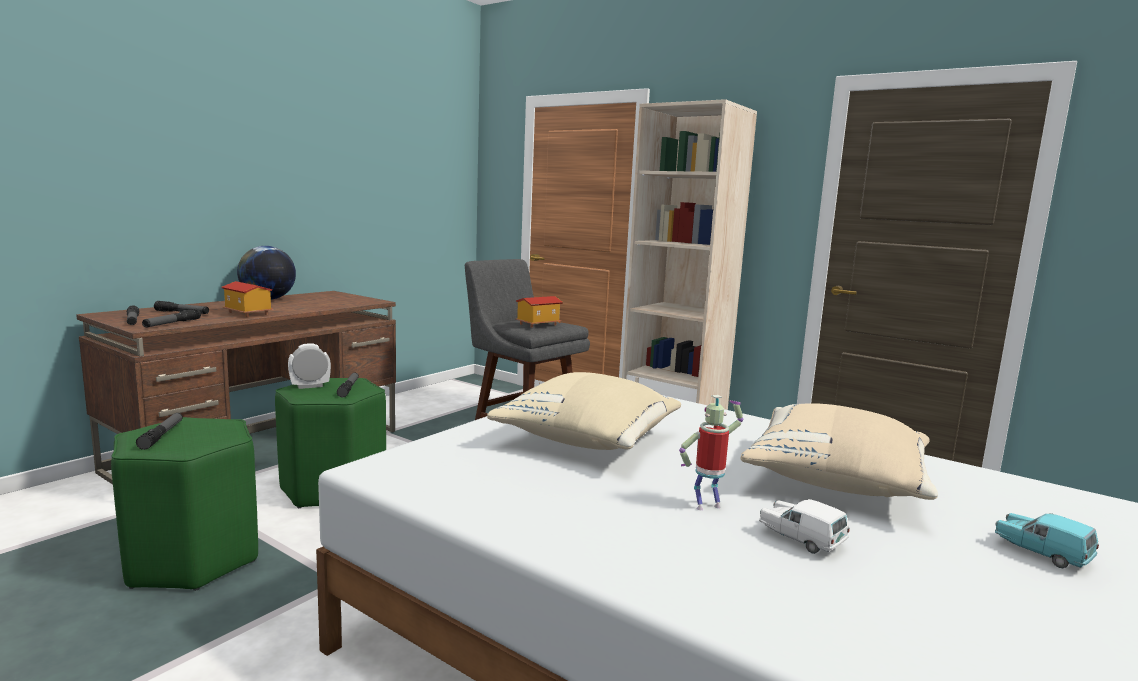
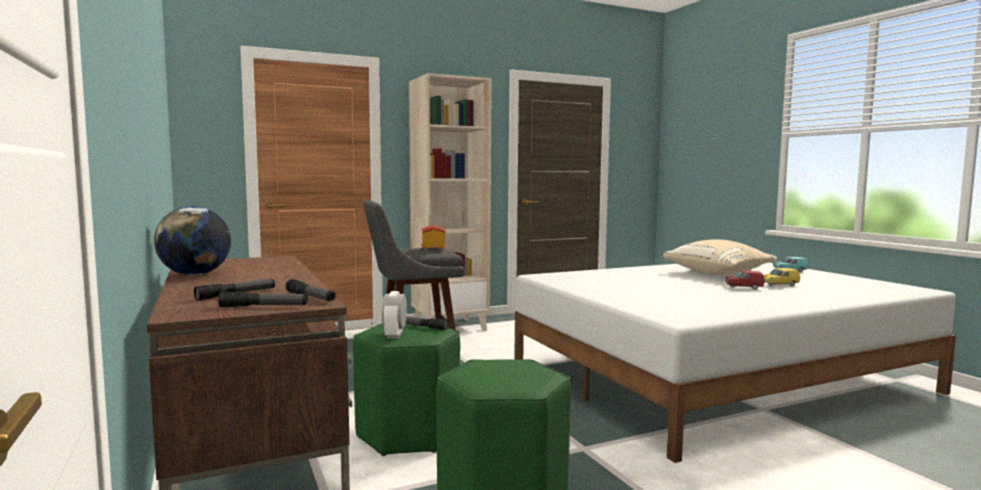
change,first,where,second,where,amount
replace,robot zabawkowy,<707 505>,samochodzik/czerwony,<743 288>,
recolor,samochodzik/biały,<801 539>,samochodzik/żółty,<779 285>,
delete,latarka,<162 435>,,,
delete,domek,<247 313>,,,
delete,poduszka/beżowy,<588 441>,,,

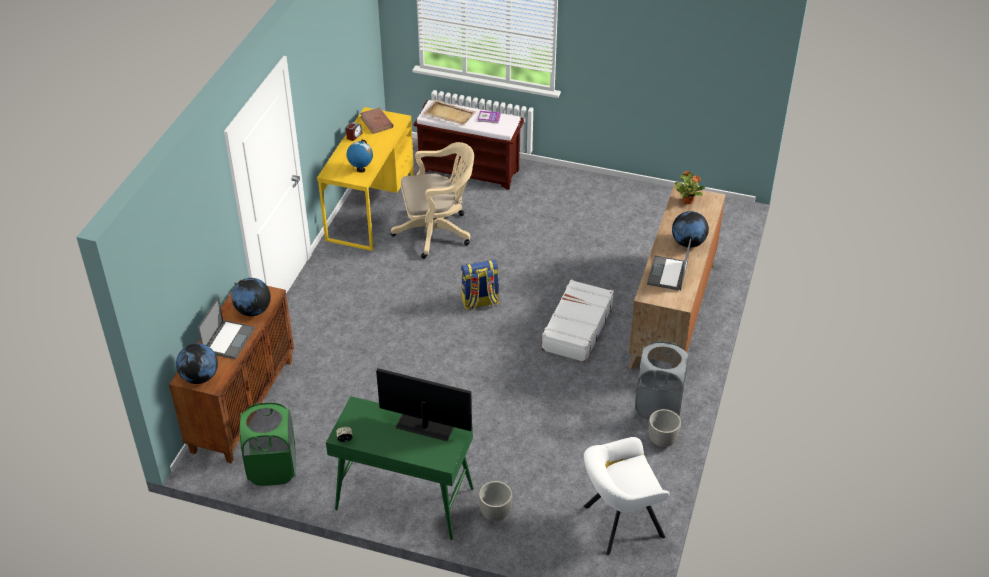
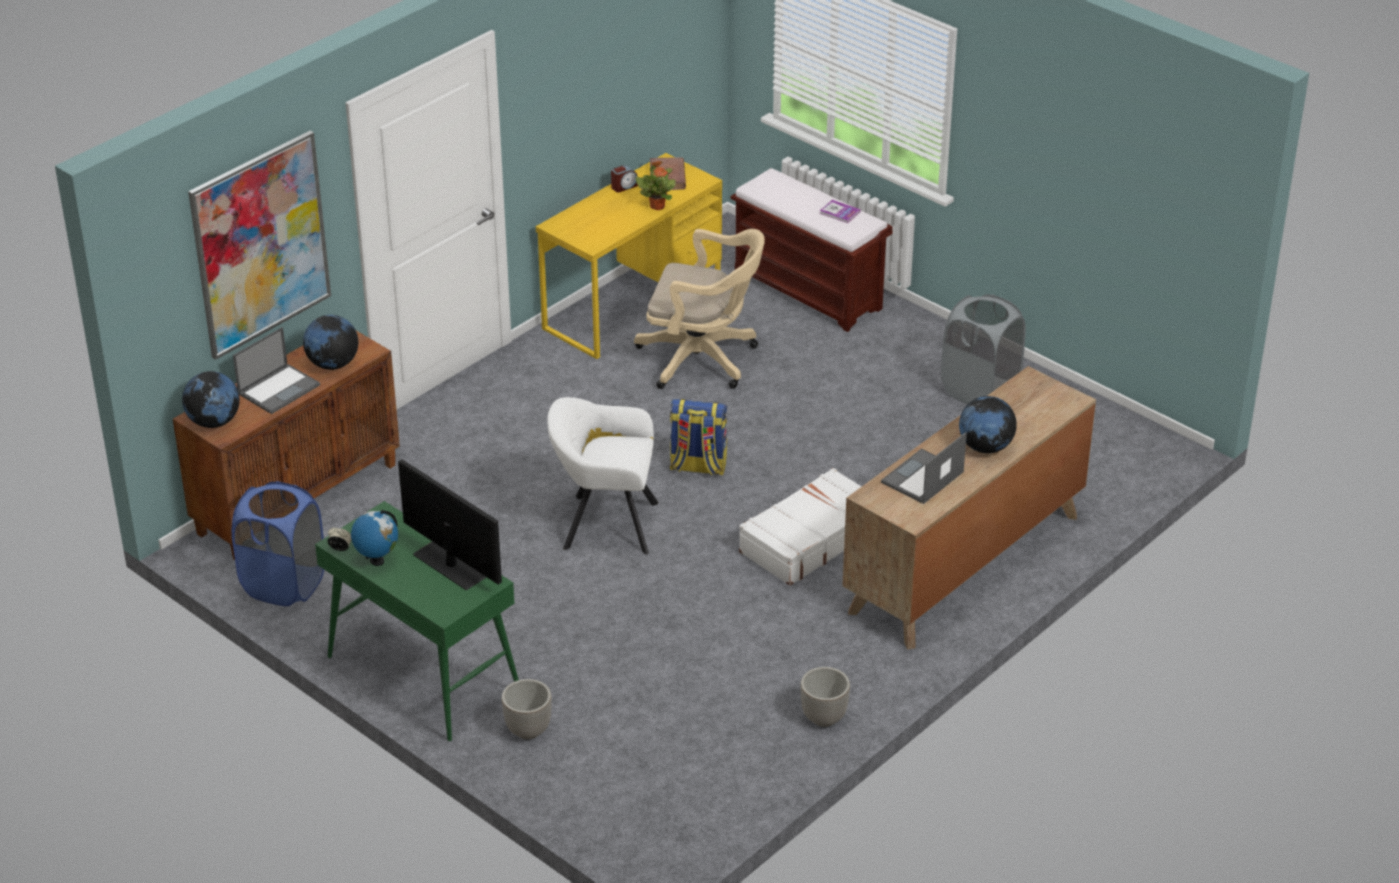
change,first,where,second,where,amount
insert,,,obraz,<260 244>,
recolor,kosz na pranie/zielony,<273 468>,kosz na pranie/niebieski,<284 584>,
move,globus,<361 170>,,<377 561>,
move,fotel/biały,<619 522>,,<605 523>,
move,roślina doniczkowa,<687 201>,,<657 206>,
move,kosz na pranie/szary,<658 406>,,<980 390>,
delete,taca/beżowy,<449 114>,,,

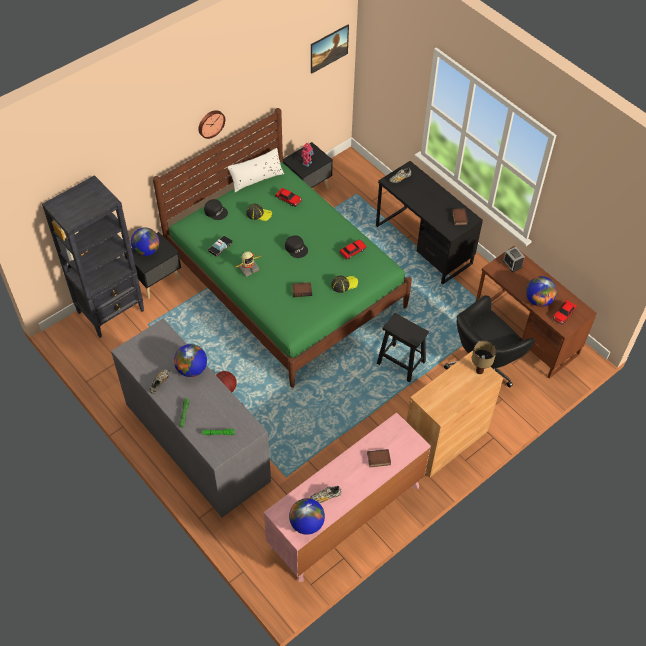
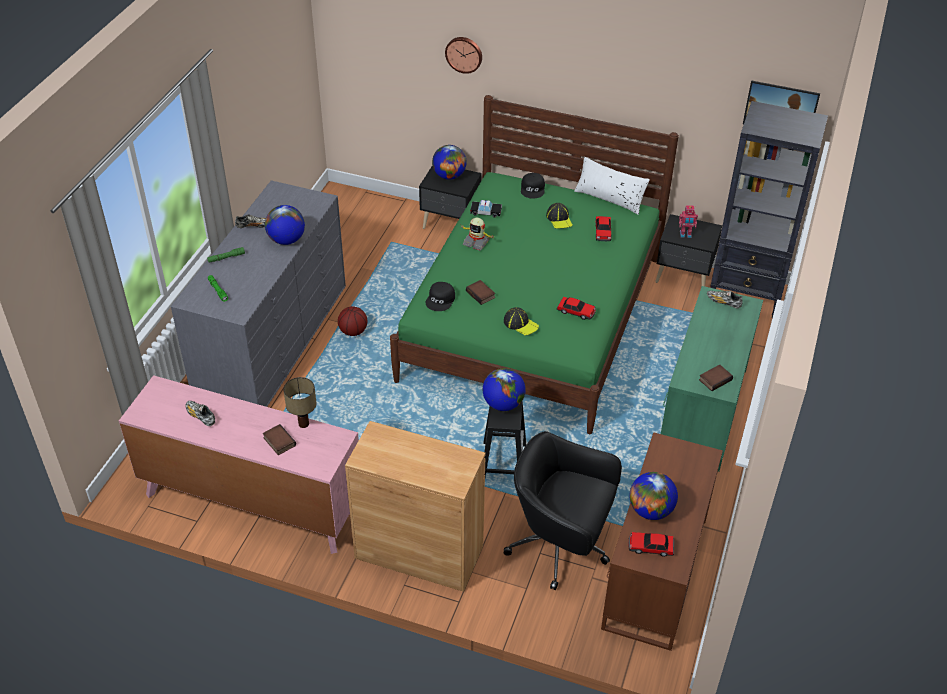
change,first,where,second,where,amount
move,lampa stołowa,<479 370>,,<304 424>,
move,czapka z daszkiem/czarny,<296 248>,,<441 300>,
move,zegar ścienny,<210 123>,,<464 54>,
move,globus,<307 523>,,<503 404>,
recolor,biurko/czarny,<423 245>,biurko/zielony,<702 411>,
move,regał/czarny,<111 311>,,<746 295>,
delete,budzik,<512 264>,,,

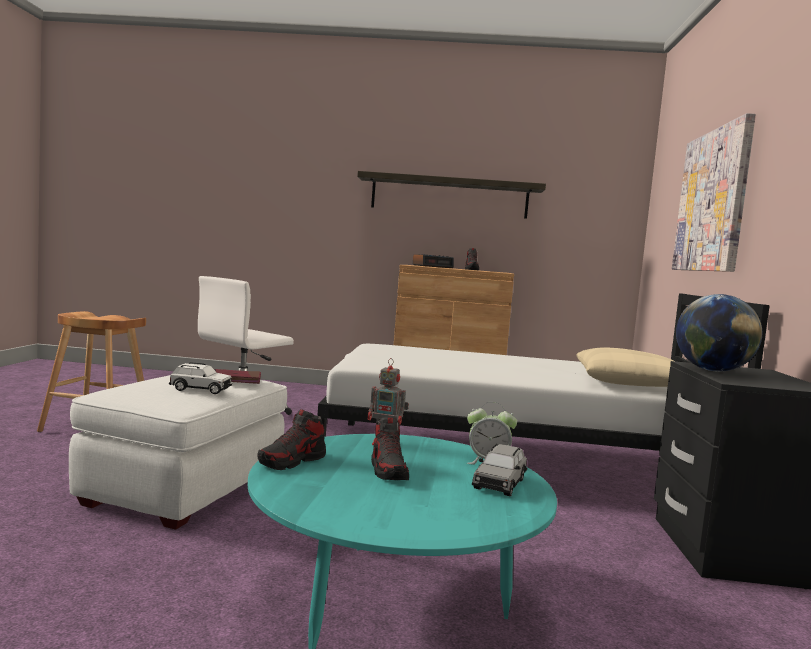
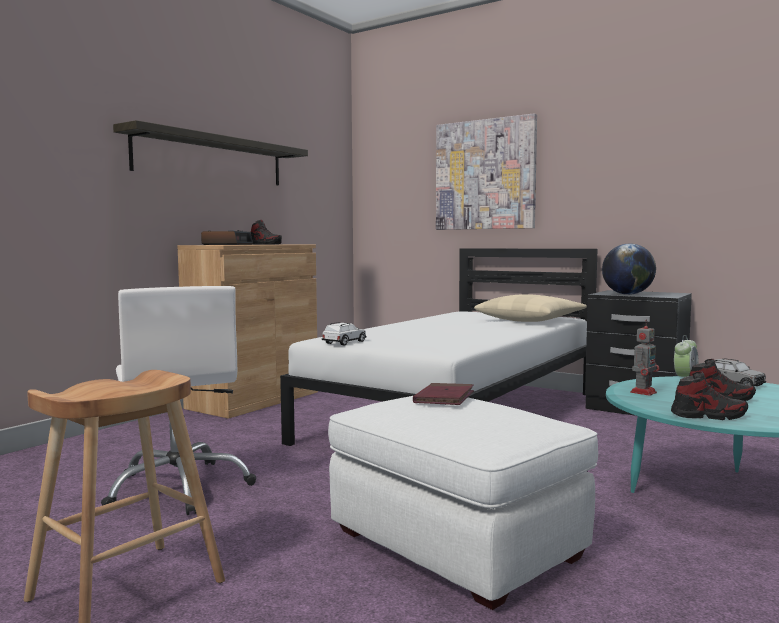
change,first,where,second,where,amount
move,samochodzik/biały,<200 389>,,<344 342>,
rotate,but,<292 461>,,<708 416>,60 degrees counterclockwise

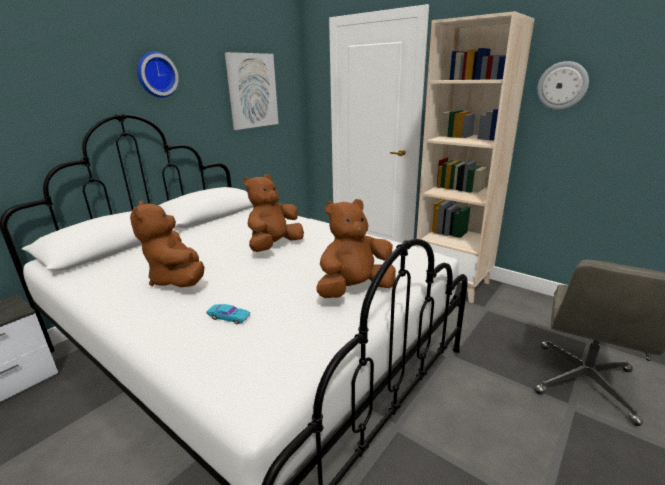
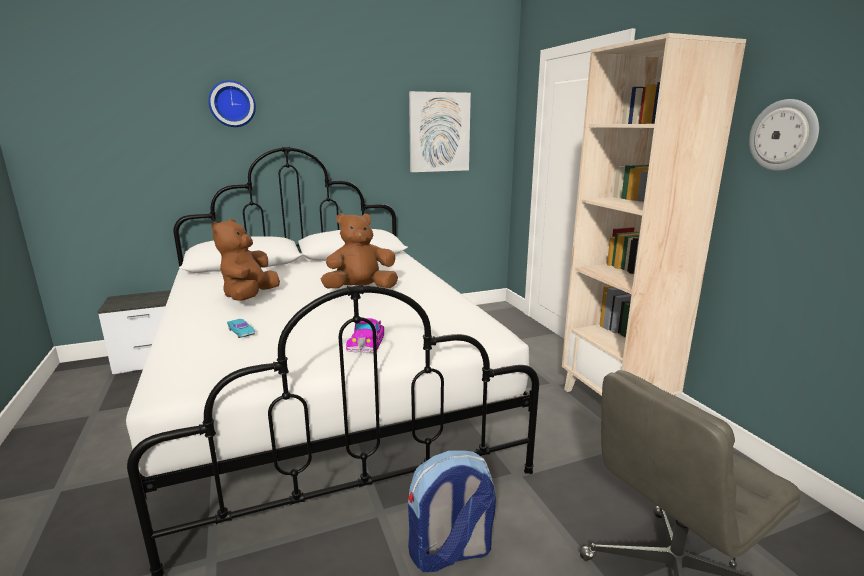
change,first,where,second,where,amount
move,zegar ścienny,<156 75>,,<232 104>,
replace,pluszak/brązowy,<354 290>,samochodzik,<366 341>,
insert,,,plecak,<450 553>,

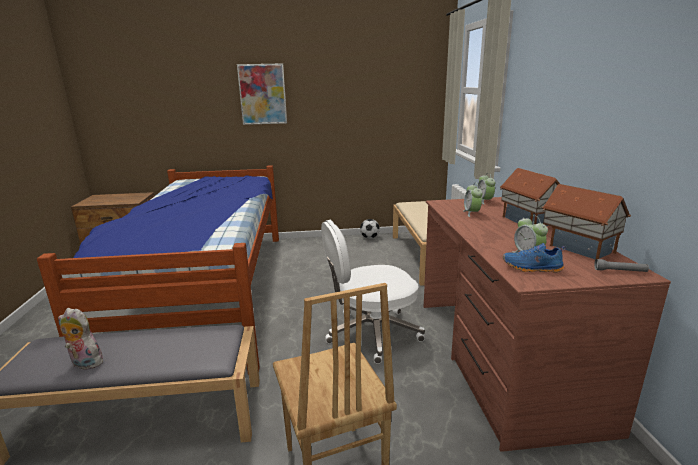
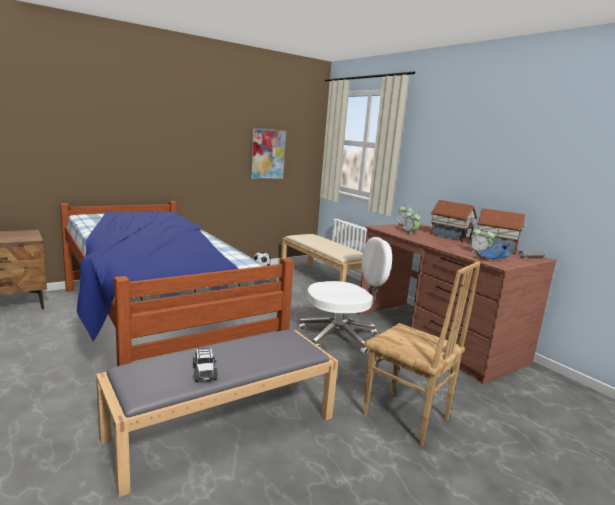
change,first,where,second,where,amount
replace,pluszak,<84 364>,samochodzik,<204 372>,
move,obraz,<262 94>,,<267 154>,
rotate,krzesło biurowe/biały,<371 333>,,<340 336>,150 degrees counterclockwise

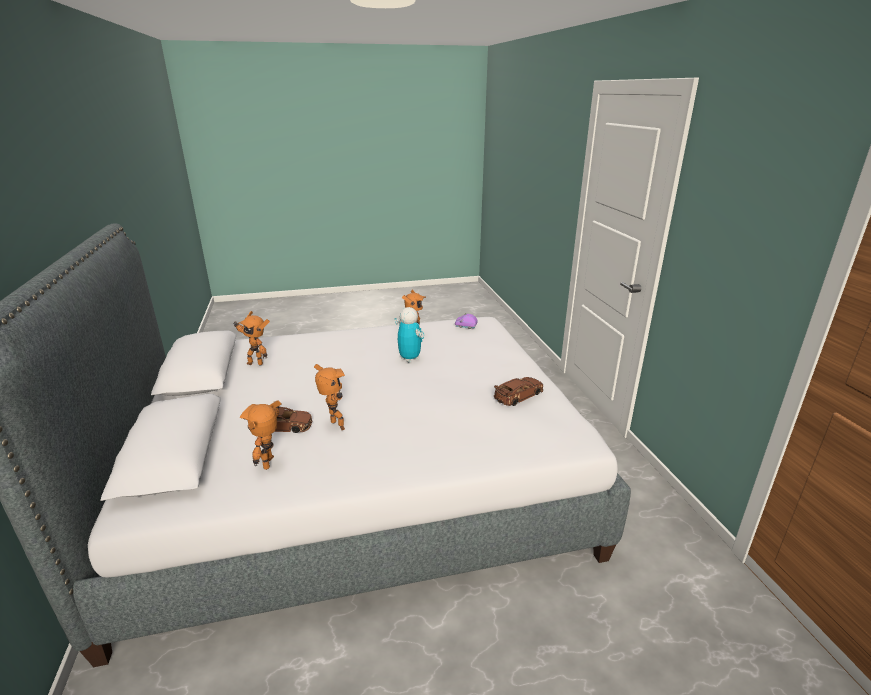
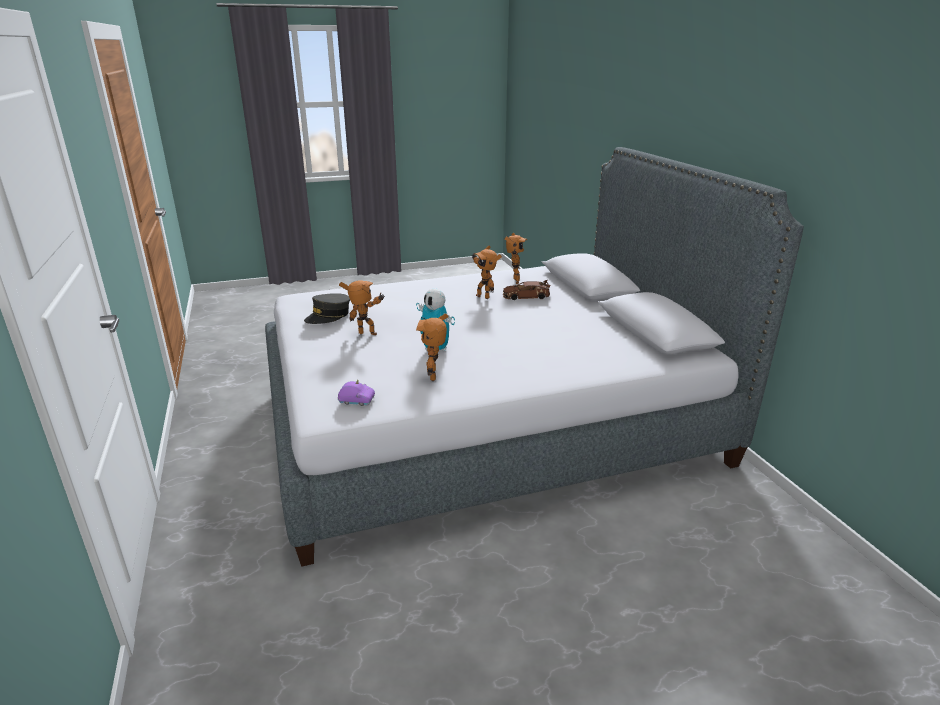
change,first,where,second,where,amount
replace,samochodzik/brązowy,<518 395>,czapka z daszkiem/szary,<328 316>,
move,robot zabawkowy,<256 363>,,<367 335>,

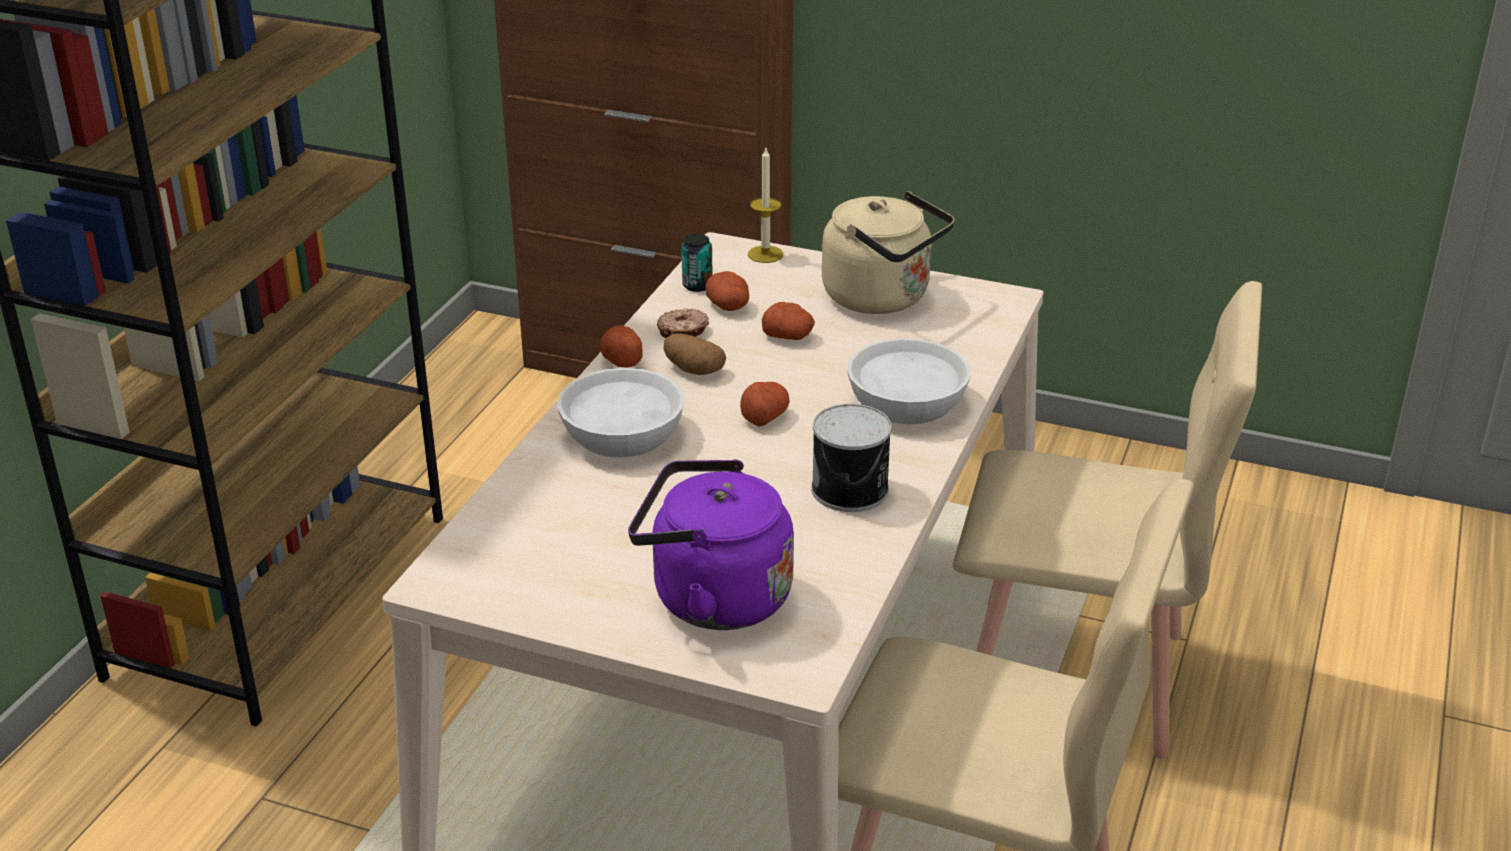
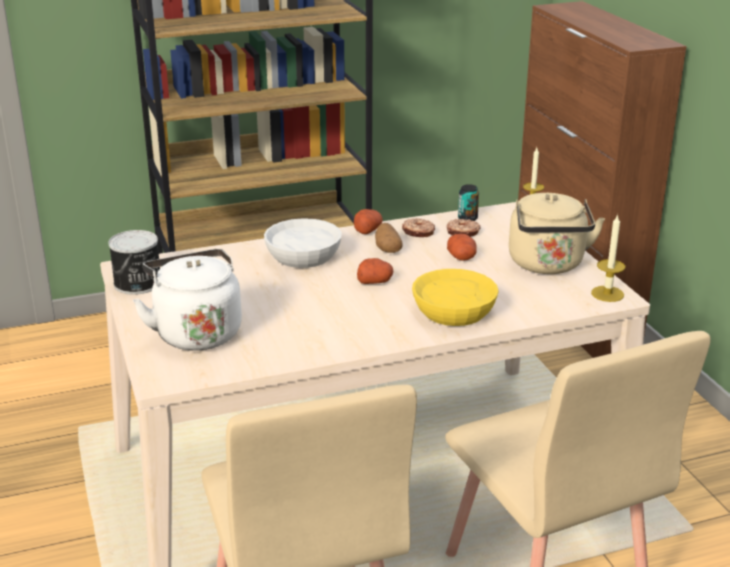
change,first,where,second,where,amount
move,puszka,<852 490>,,<138 283>,
recolor,czajnik/fioletowy,<712 598>,czajnik/biały,<196 332>,
recolor,miska/biały,<907 403>,miska/żółty,<453 312>,
replace,ziemniak,<729 306>,donut,<462 233>,
insert,,,świeca,<607 294>,

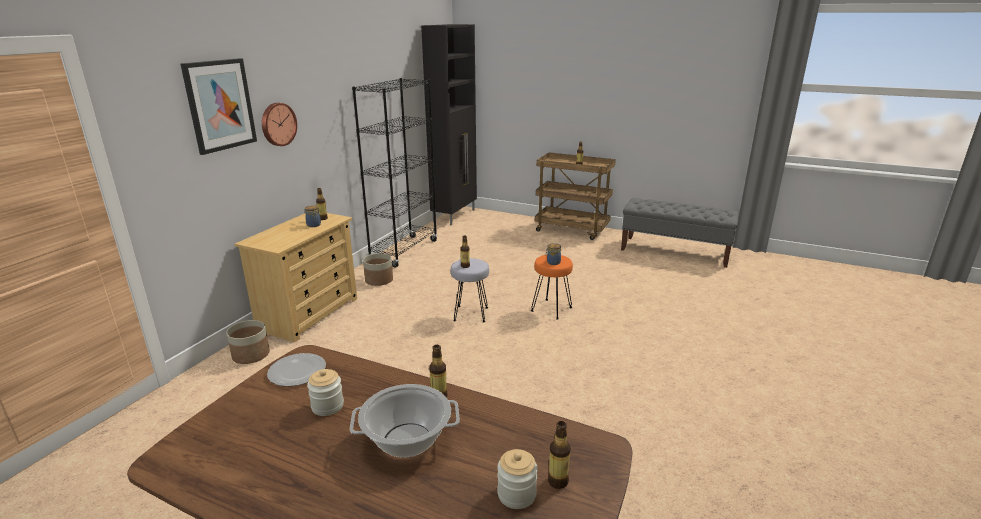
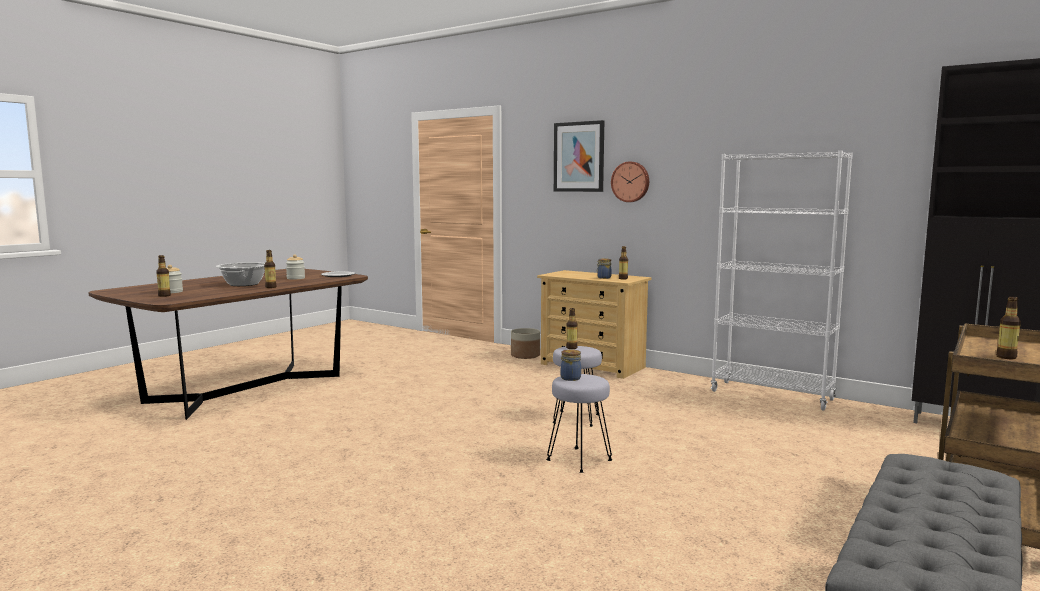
change,first,where,second,where,amount
recolor,stołek/pomarańczowy,<551 309>,stołek/szary,<579 460>,
recolor,regał/czarny,<404 251>,regał/biały,<772 395>,
delete,donica,<379 280>,,,

